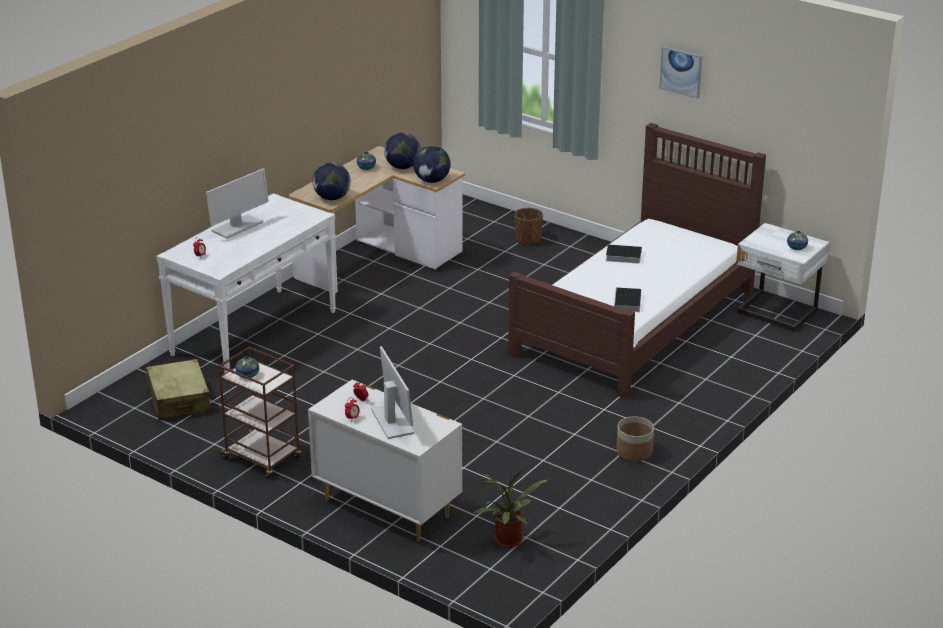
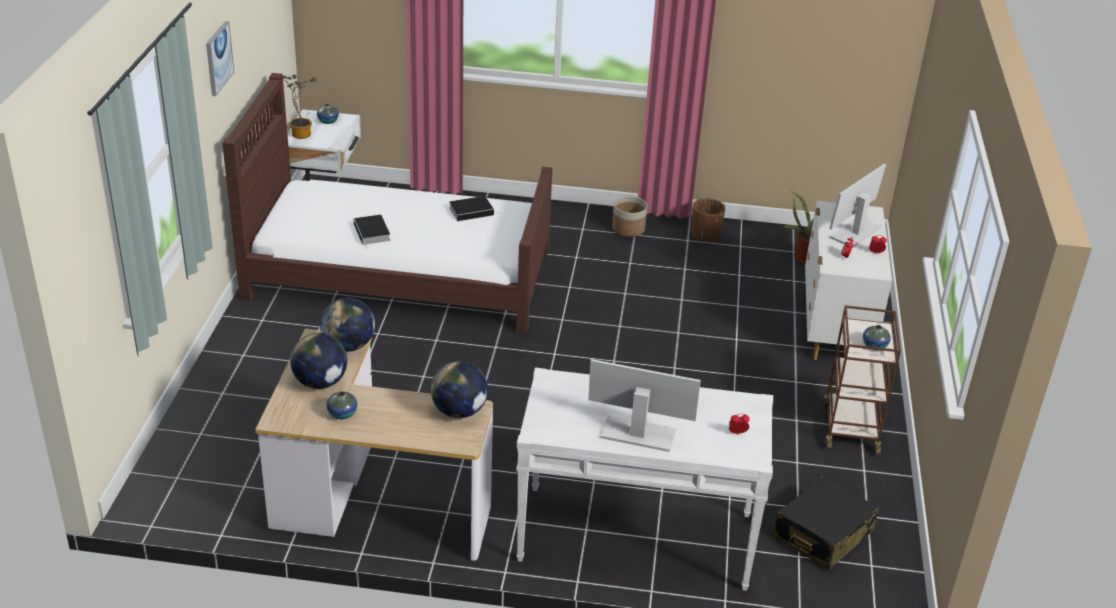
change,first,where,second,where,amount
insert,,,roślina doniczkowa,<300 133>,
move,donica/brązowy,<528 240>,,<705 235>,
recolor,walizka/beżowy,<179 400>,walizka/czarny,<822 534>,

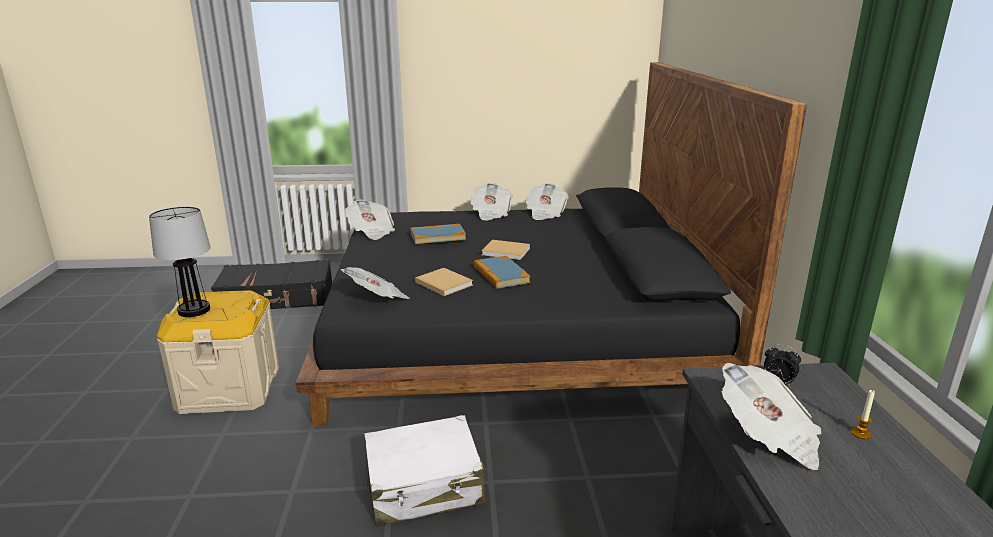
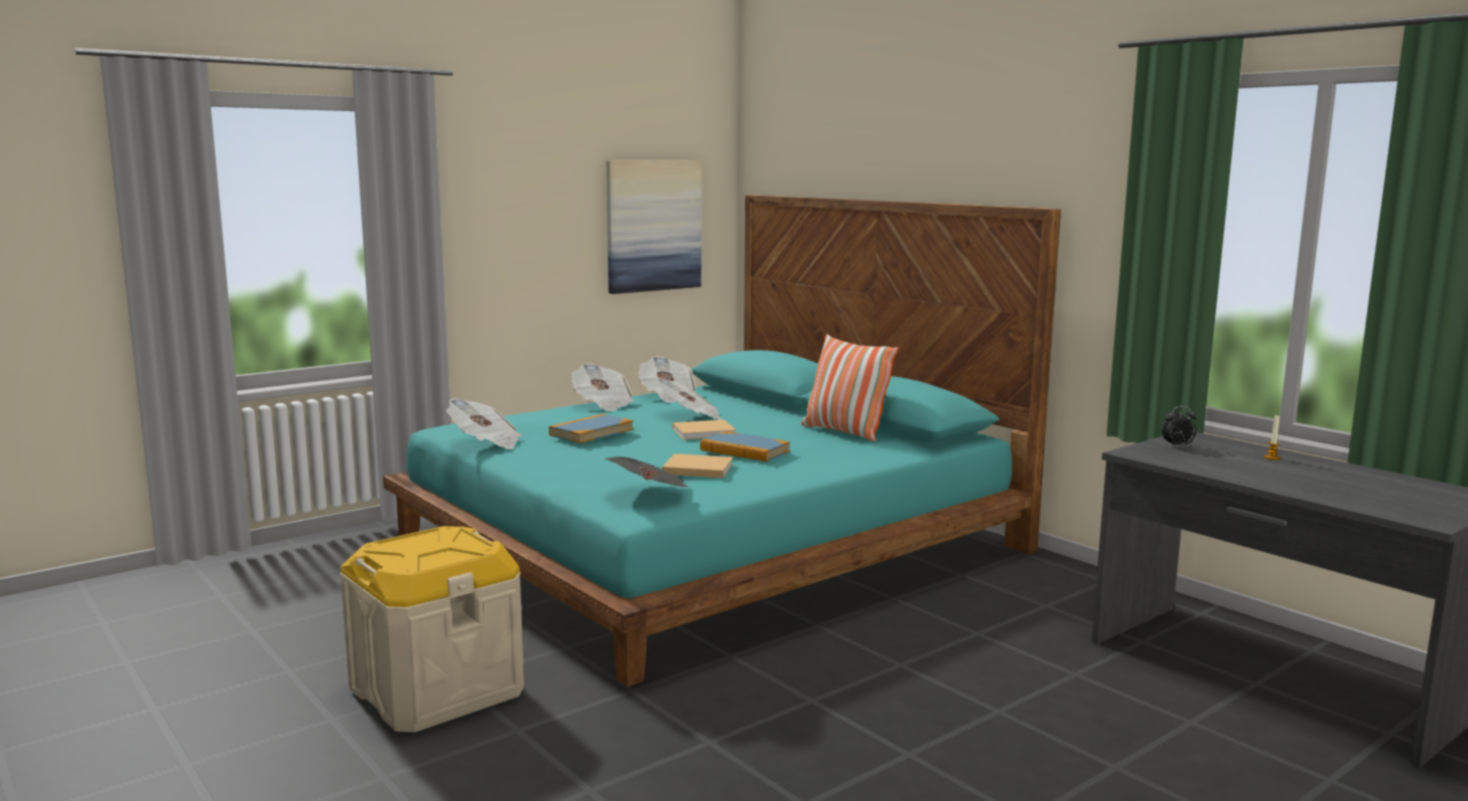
change,first,where,second,where,amount
recolor,łóżko/czarny,<513 328>,łóżko/turkusowy,<706 542>,
insert,,,obraz,<653 225>,
move,gazeta,<768 438>,,<691 417>,
insert,,,poduszka,<845 432>,
delete,lampa stołowa,<194 310>,,,
delete,walizka/czarny,<277 298>,,,
delete,walizka/biały,<425 485>,,,

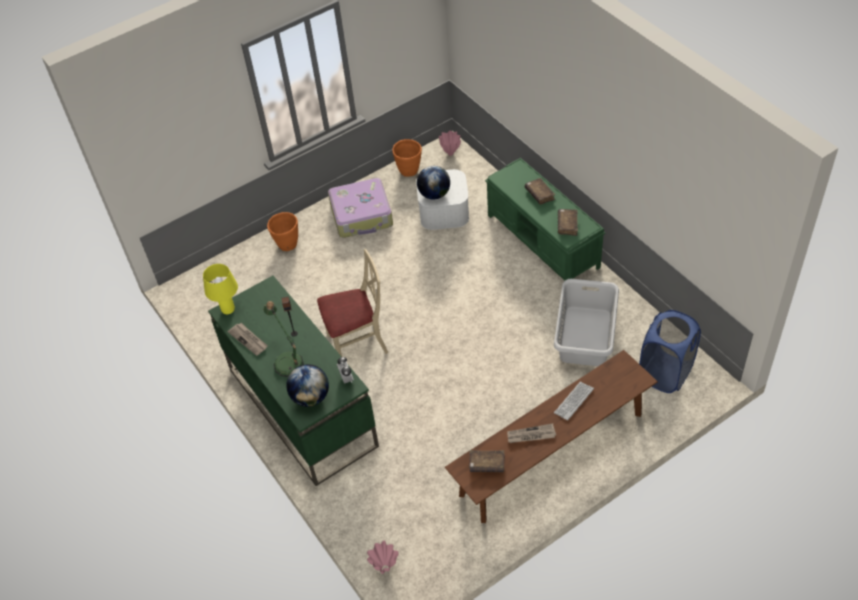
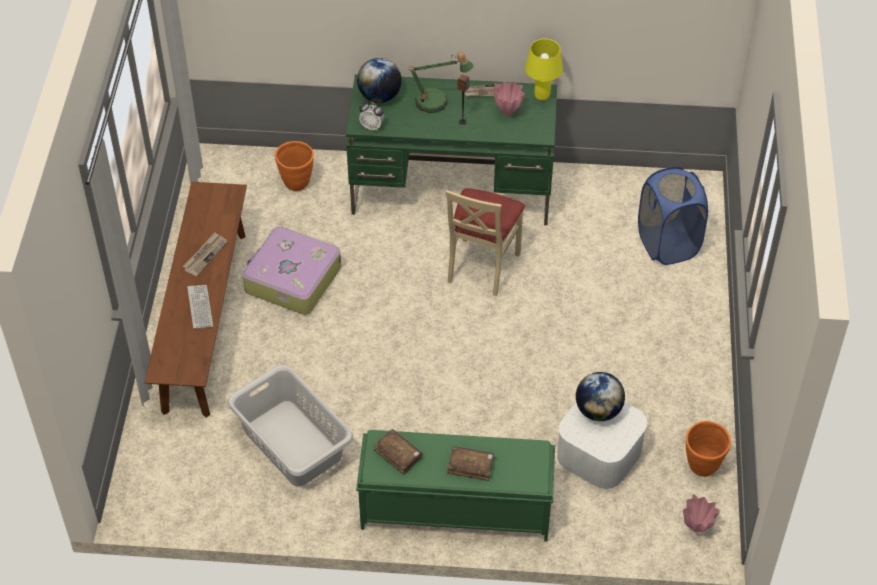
change,first,where,second,where,amount
move,walizka,<362 215>,,<291 279>,
move,donica/pomarańczowy,<287 245>,,<297 183>,
move,wazon/różowy,<385 567>,,<507 114>,
move,kosz na pranie/niebieski,<665 373>,,<667 244>,
delete,książka/brązowy,<487 464>,,,

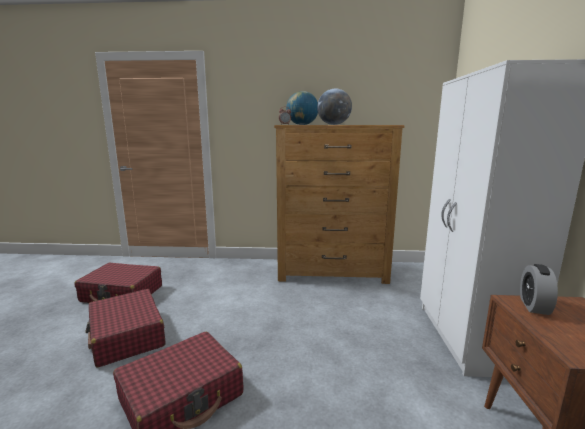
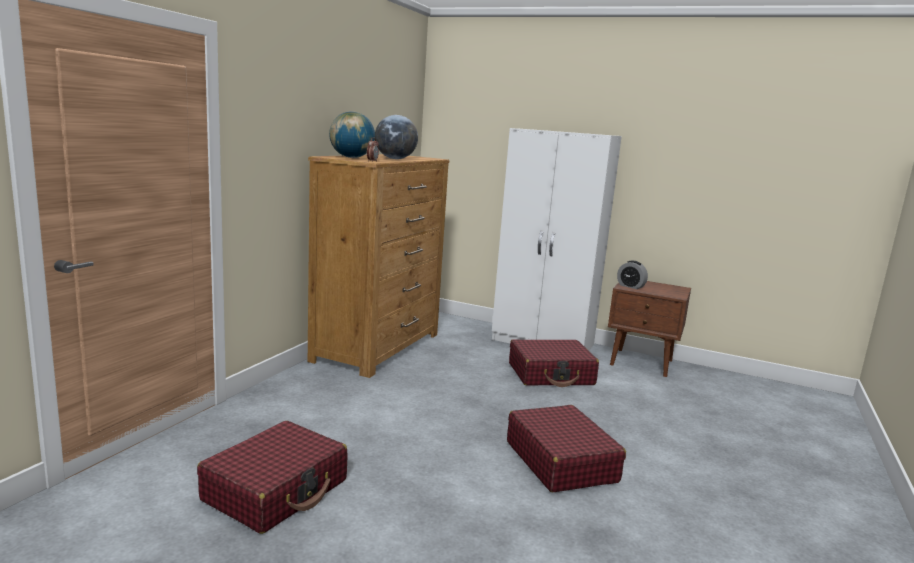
change,first,where,second,where,amount
move,walizka/czerwony,<127 336>,,<551 374>,

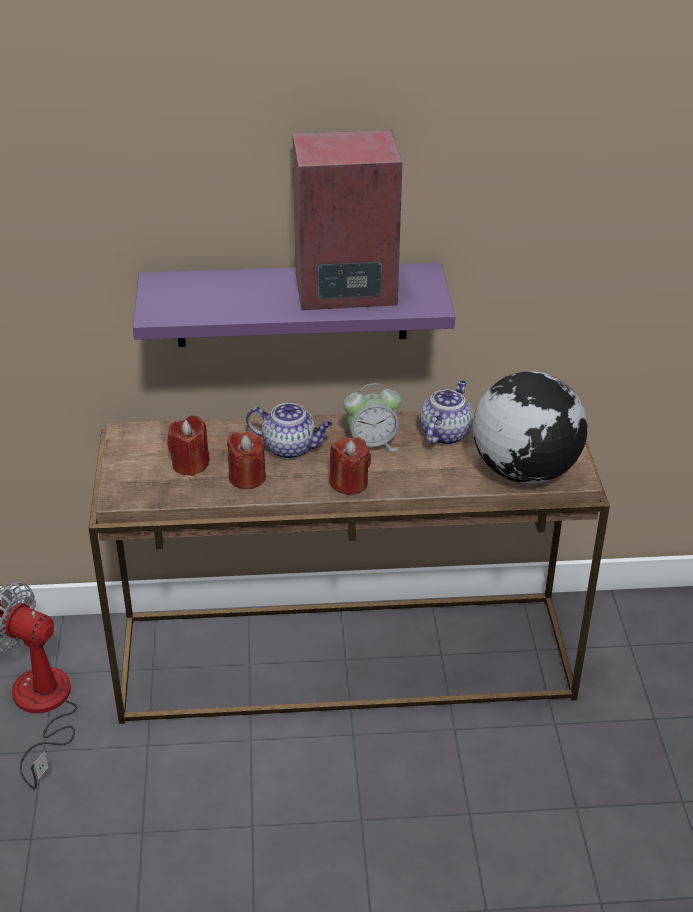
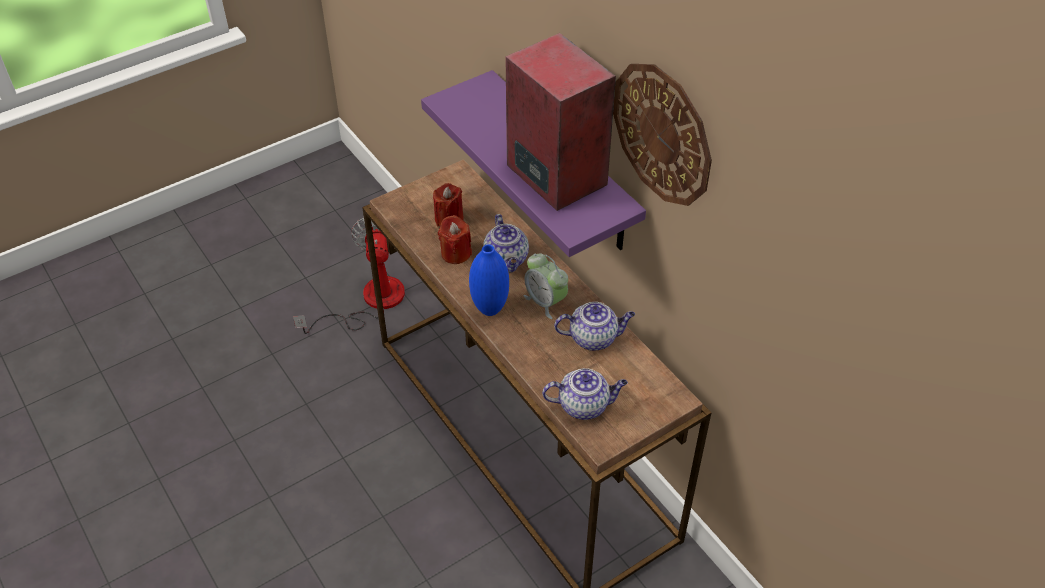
change,first,where,second,where,amount
replace,świeca/czerwony,<349 483>,wazon/niebieski,<490 309>,
replace,globus,<524 470>,imbryk,<584 405>,
insert,,,zegar ścienny,<662 134>,

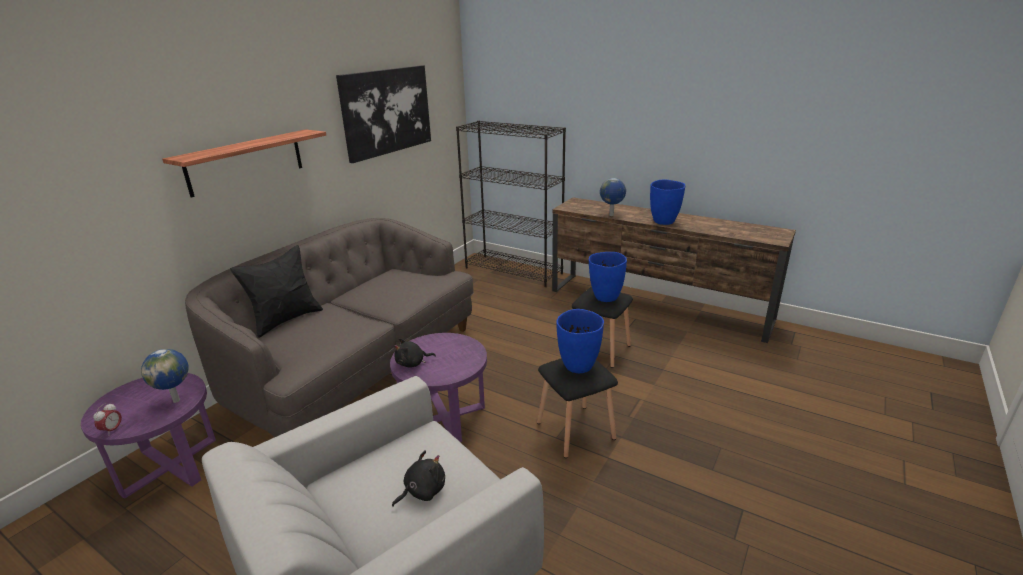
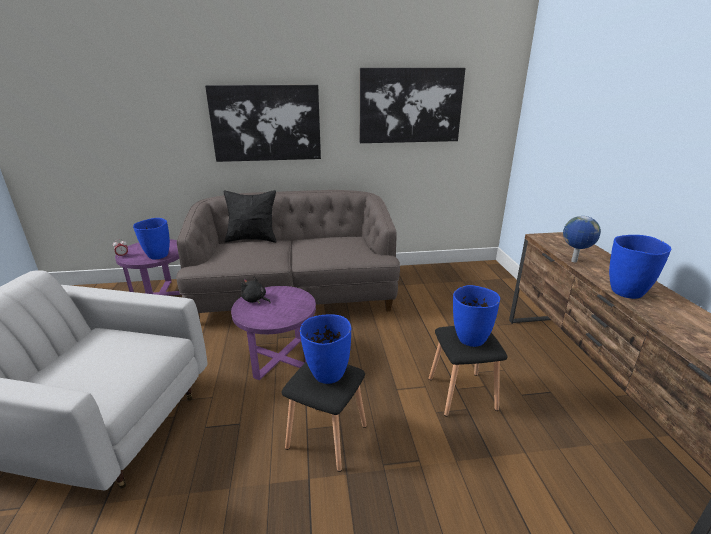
change,first,where,second,where,amount
replace,globus,<177 400>,wazon/niebieski,<158 256>,
replace,półka,<246 162>,obraz,<266 123>,
delete,pluszak/czarny,<422 491>,,,
delete,regał/czarny,<514 270>,,,

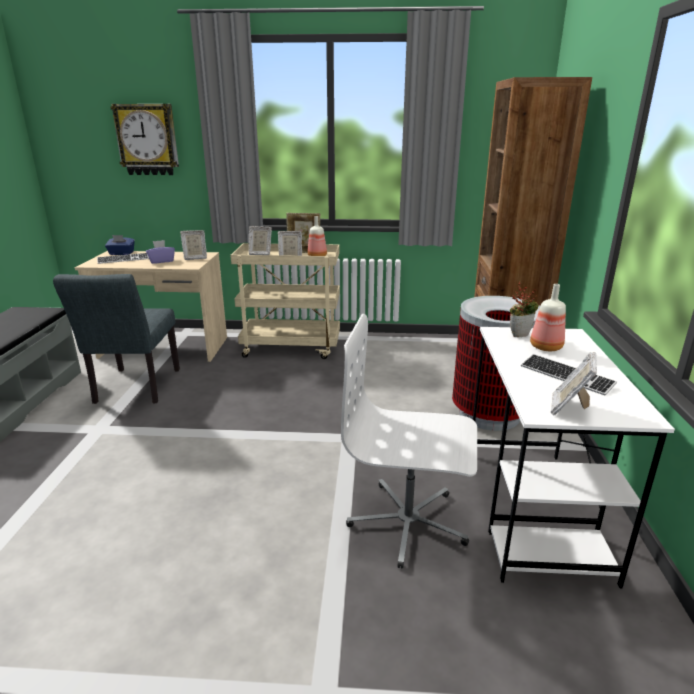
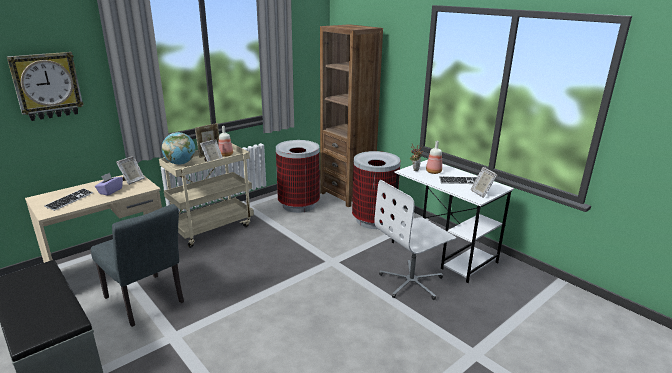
change,first,where,second,where,amount
replace,ramka na zdjęcie,<260 254>,globus,<180 163>,
insert,,,kosz na śmieci,<298 205>,
delete,pudełko chusteczek/niebieski,<121 253>,,,

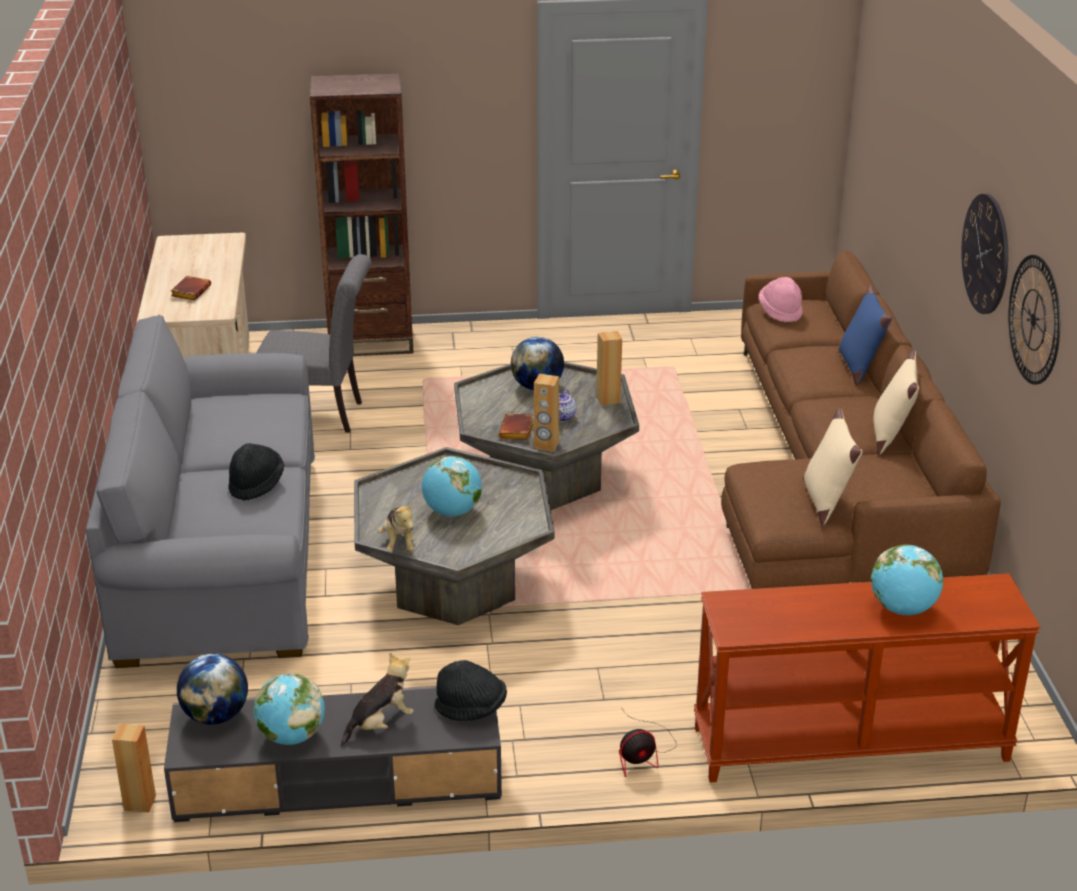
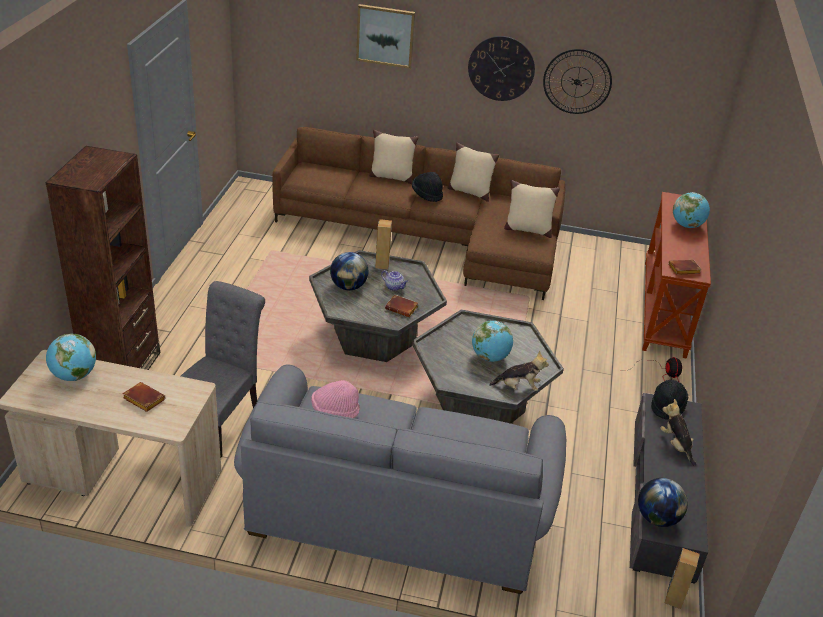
change,first,where,second,where,amount
move,globus,<291 736>,,<74 375>,
move,kapelusz/różowy,<780 312>,,<335 411>,
insert,,,obraz,<385 36>,
recolor,poduszka/niebieski,<858 366>,poduszka/beżowy,<391 177>,
move,kapelusz/czarny,<256 484>,,<427 194>,
insert,,,książka/brązowy,<683 270>,
delete,głośnik/brązowy,<546 445>,,,

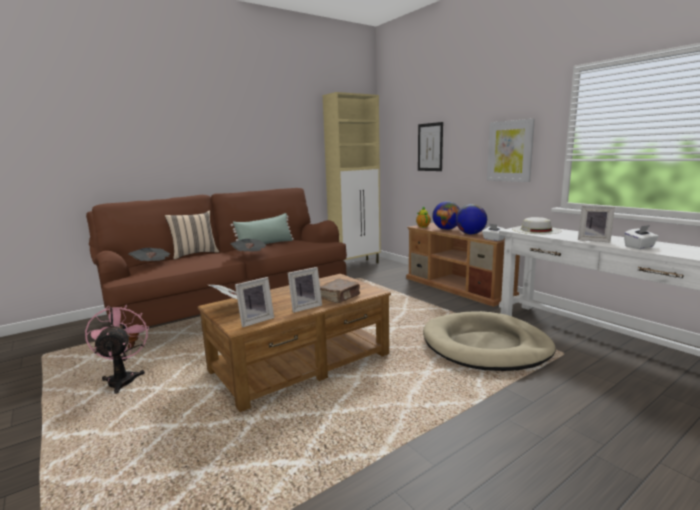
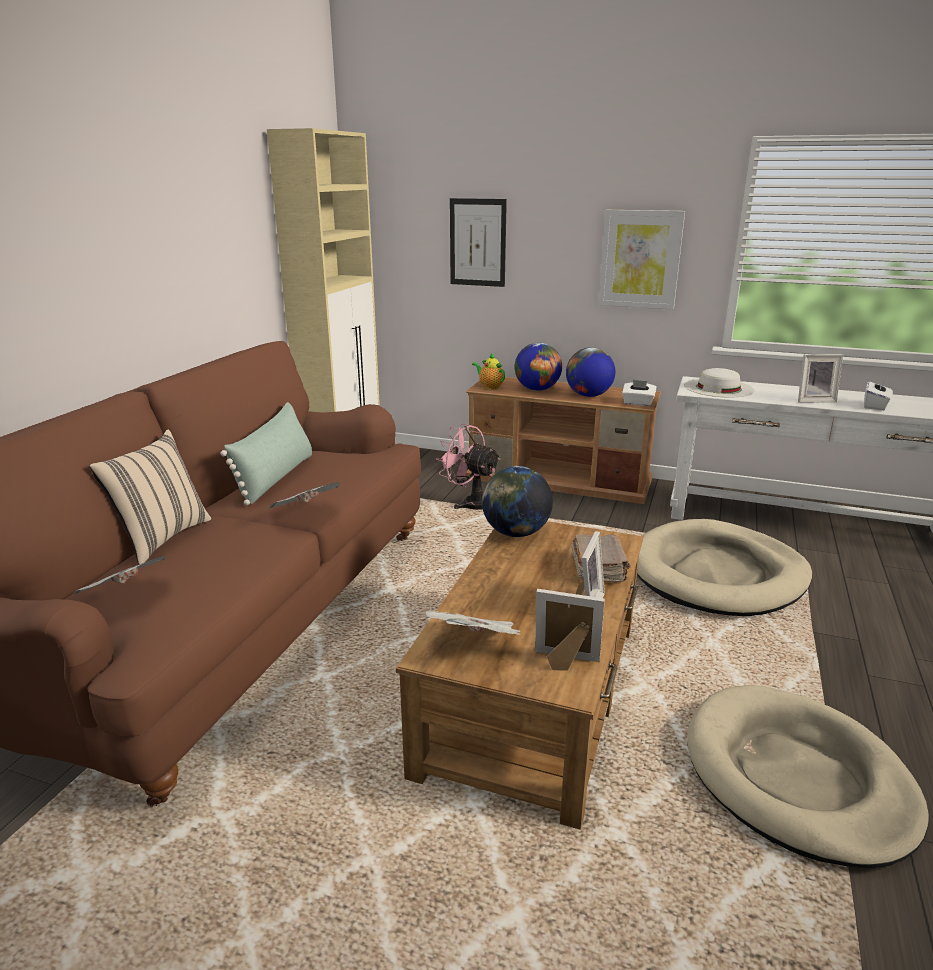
change,first,where,second,where,amount
move,wentylator/różowy,<123 379>,,<470 503>,
insert,,,globus,<515 533>,
rotate,ramka na zdjęcie,<255 320>,,<565 662>,90 degrees counterclockwise
insert,,,legowisko/beżowy,<796 778>,

